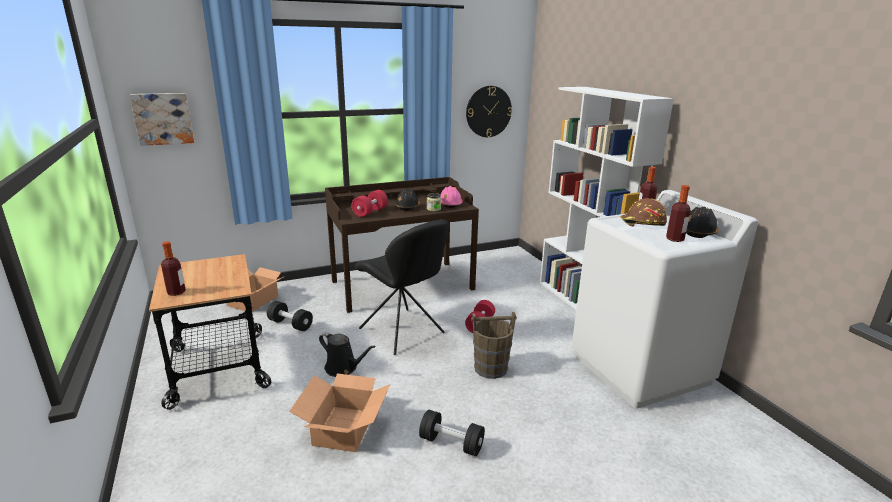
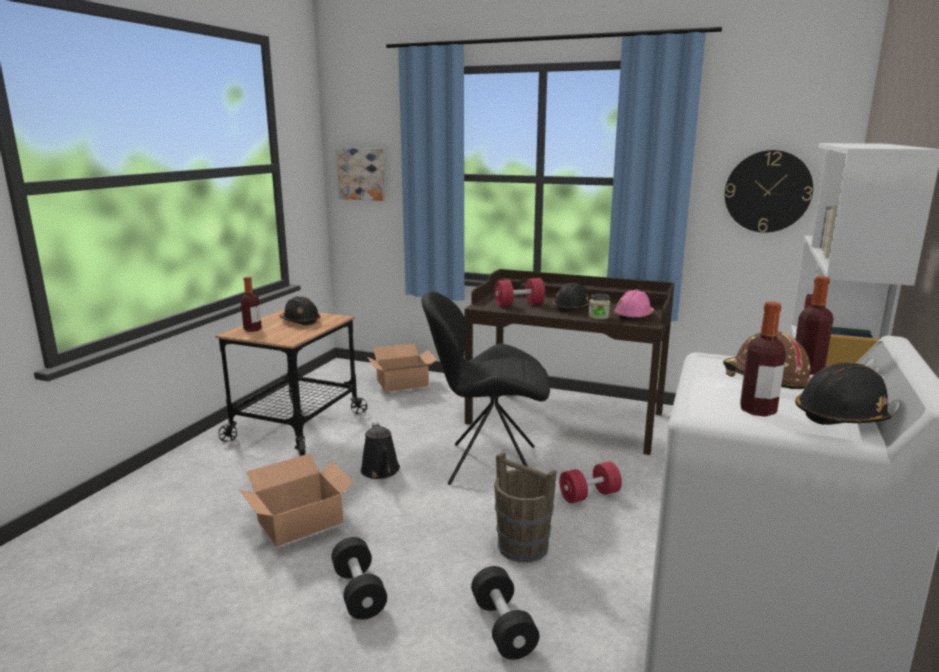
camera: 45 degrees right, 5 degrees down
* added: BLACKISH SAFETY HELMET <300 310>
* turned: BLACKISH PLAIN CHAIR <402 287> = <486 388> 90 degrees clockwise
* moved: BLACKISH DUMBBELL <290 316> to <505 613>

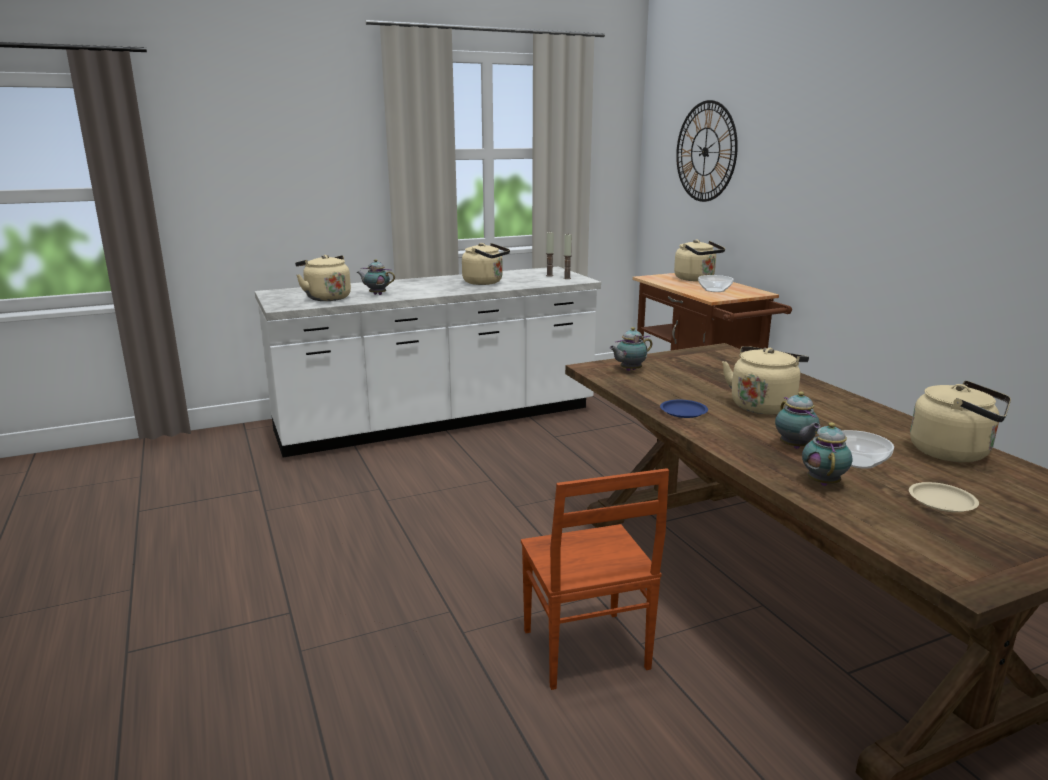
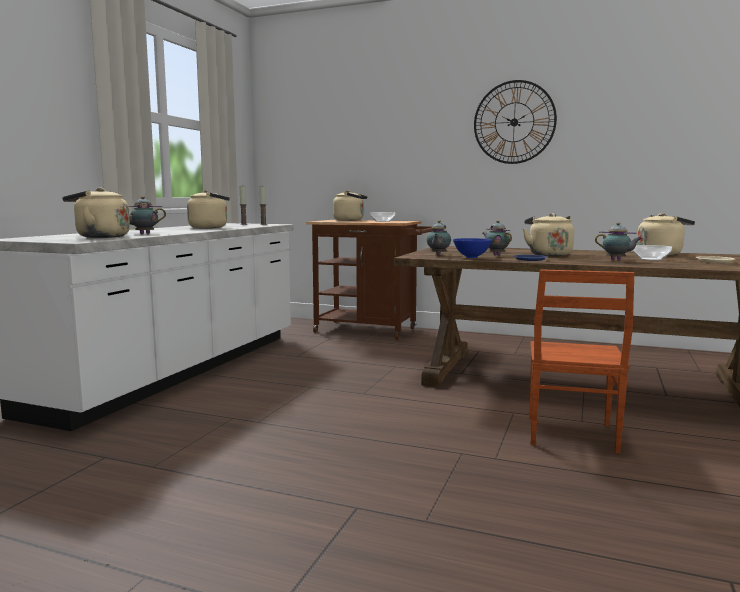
camera: 45 degrees left, 10 degrees down
* added: BLUE-COLOURED BOWL <472 248>
* moved: CLOCK ON THE WALL <707 151> to <515 122>
* moved: TEA POT <827 454> to <497 237>
* turned: BROWNISH PLAIN CHAIR <595 579> = <582 361> 75 degrees clockwise

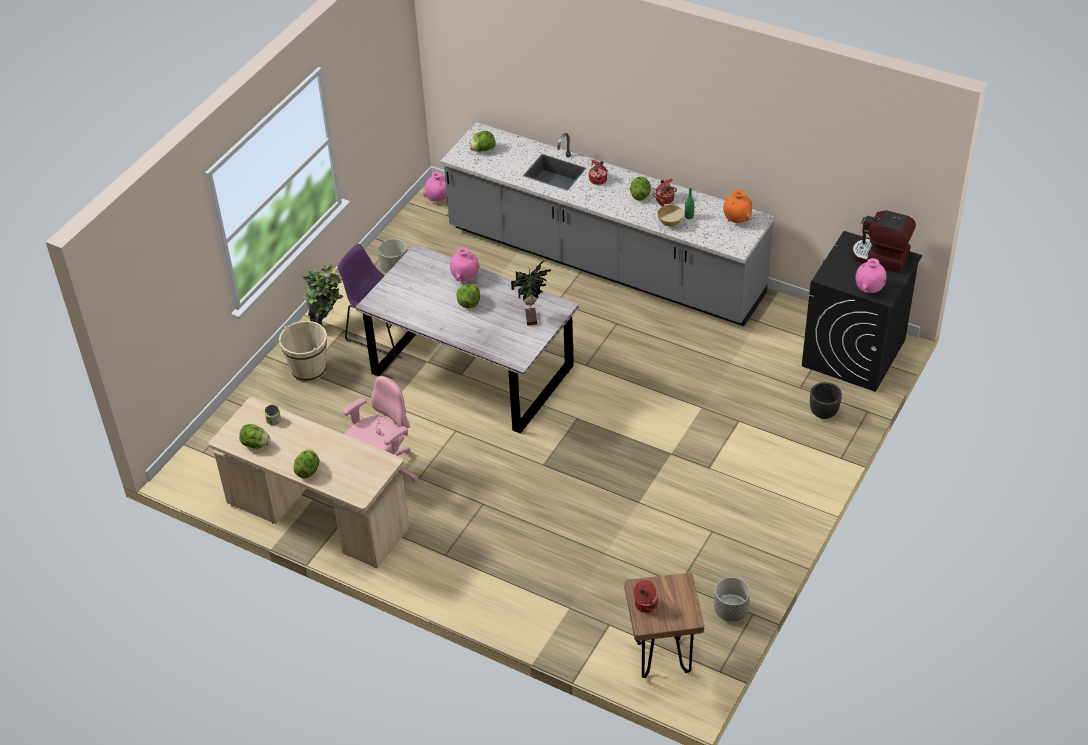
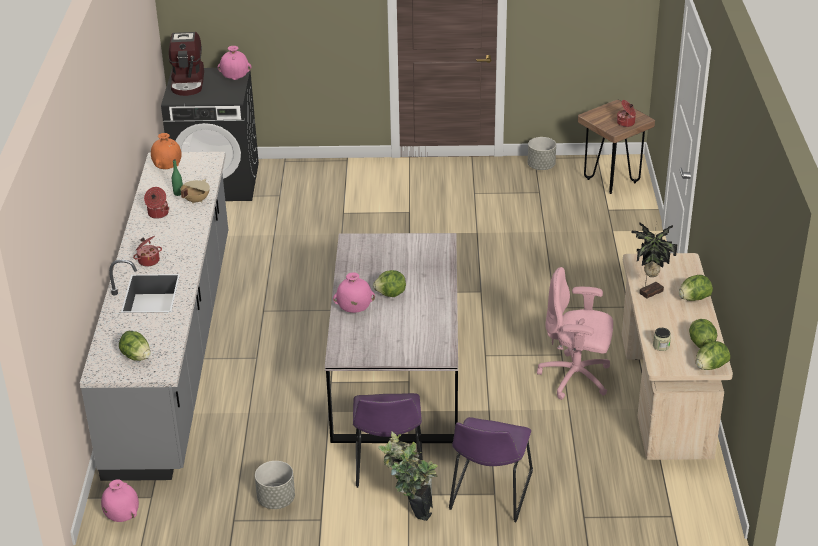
camera: 120 degrees left, 10 degrees down
* replaced: SAND-COLOURED PAIL <303 351> to PURPLE-COLOURED PLAIN CHAIR <491 469>
* moved: POTTED PLANT <531 293> to <654 260>
* moved: LETTUCE <640 189> to <713 355>
* removed: BLACKISH PLANT POT <826 400>

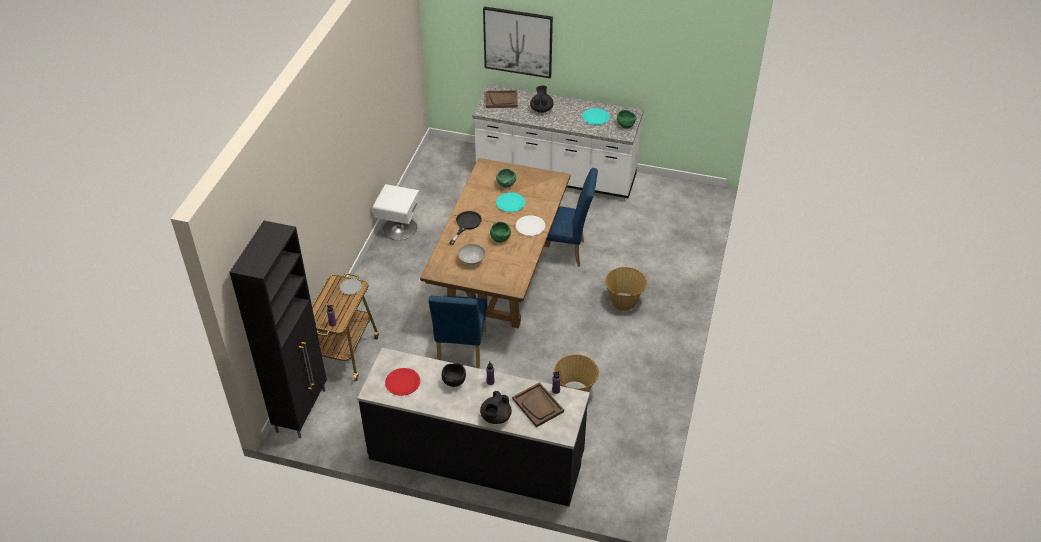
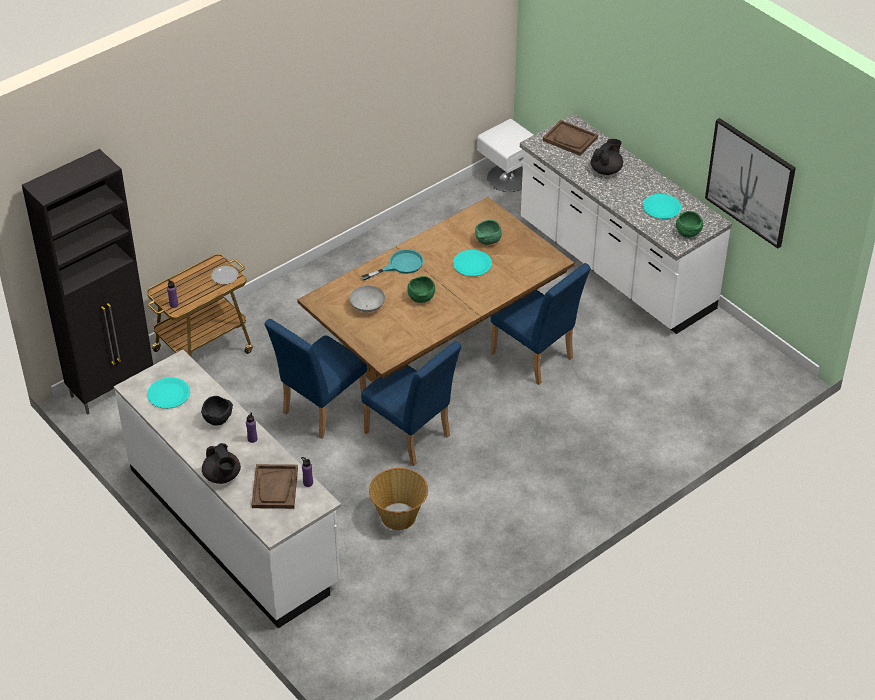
camera: 35 degrees right, 0 degrees up
* recoloured: BLACKISH KITCHEN COUNTER <473 427> to WHITISH KITCHEN COUNTER <227 488>
* recoloured: REDDISH DINNER PLATE <402 382> to BLUE-GREEN DINNER PLATE <168 393>
* turned: BLACKISH TEA POT <496 407> = <221 463> 90 degrees counterclockwise
* recoloured: BLACKISH PAN <465 228> to BLUE-GREEN PAN <392 264>
* added: BLUE-COLOURED PLAIN CHAIR <411 403>
* moved: WHITISH NIGHT TABLE <396 212> to <505 155>
* moved: WALL PICTURE <518 42> to <750 183>
* removed: WHITISH DINNER PLATE <530 225>
* removed: BASKET <626 289>

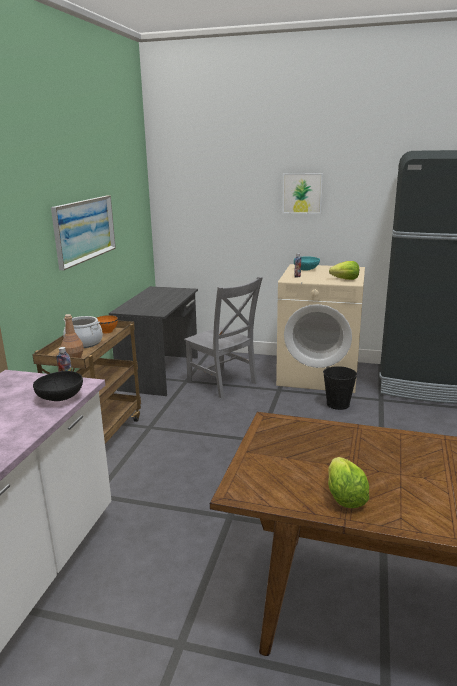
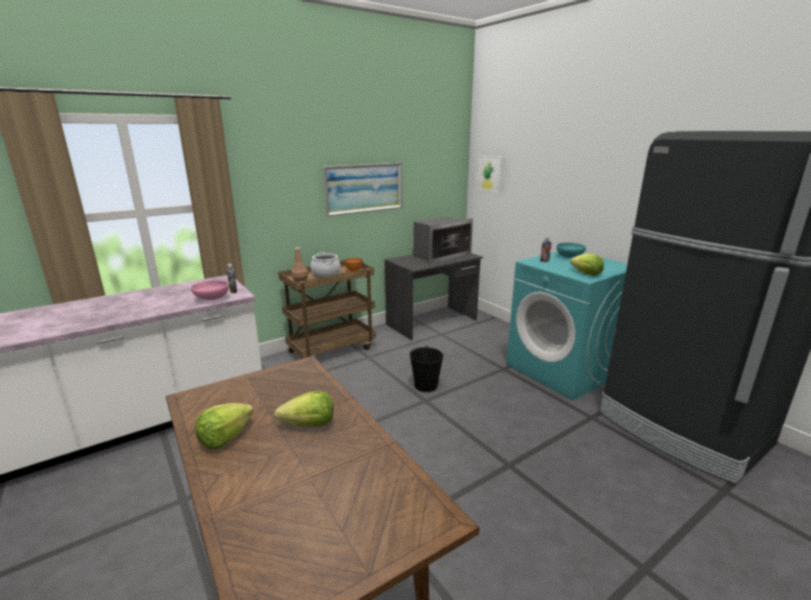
camera: 40 degrees right, 0 degrees up
* recoloured: BLACKISH BOWL <58 386> to PINK BOWL <210 290>
* added: LETTUCE <304 409>
* moved: BLACKISH PAIL <340 388> to <426 369>
* added: MICROWAVE <443 240>
* moved: WALL PICTURE <303 193> to <489 173>
* recoloured: SAND-COLOURED LAUNDRY MACHINE <320 328> to BLUE-GREEN LAUNDRY MACHINE <566 326>
* removed: GREYISH PLAIN CHAIR <223 338>

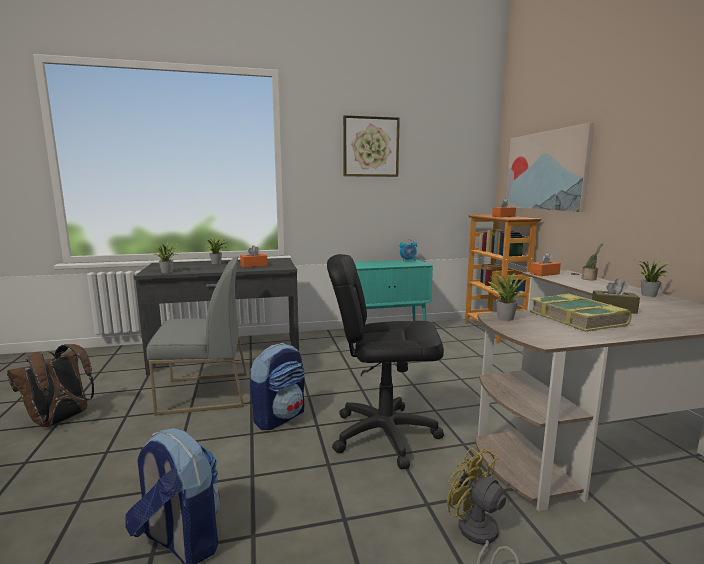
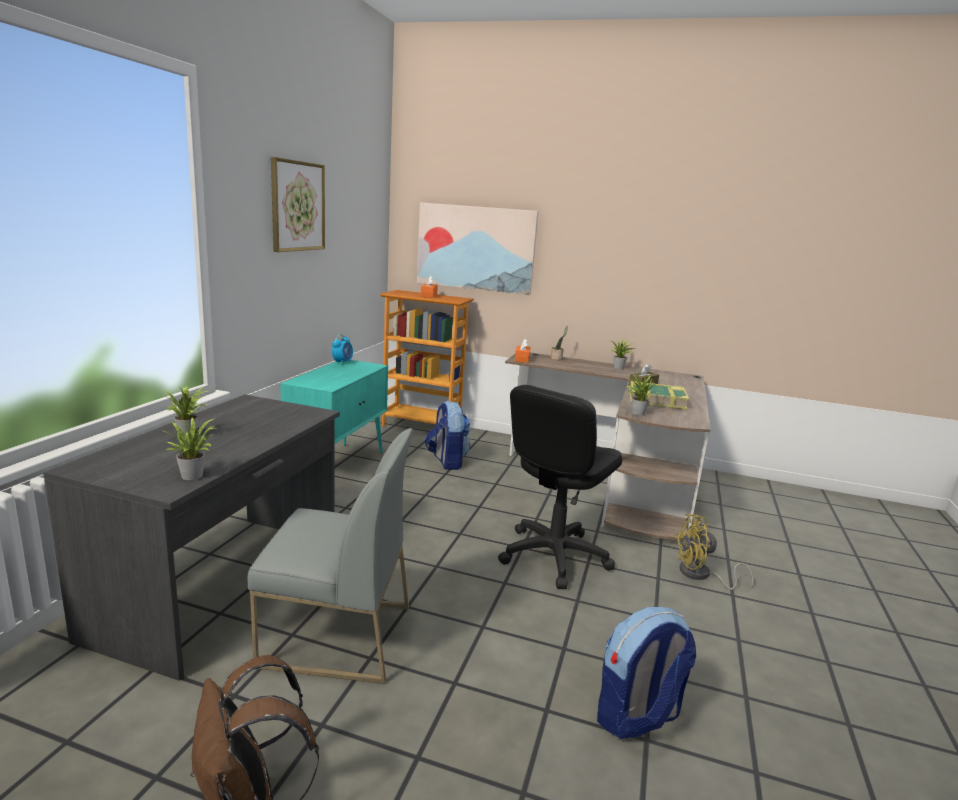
camera: 60 degrees left, 5 degrees up
* turned: GREYISH PLAIN CHAIR <196 336> = <330 556> 75 degrees clockwise
* moved: KNAPSACK <277 386> to <447 435>
* removed: ORANGEY TISSUE BOX <254 256>

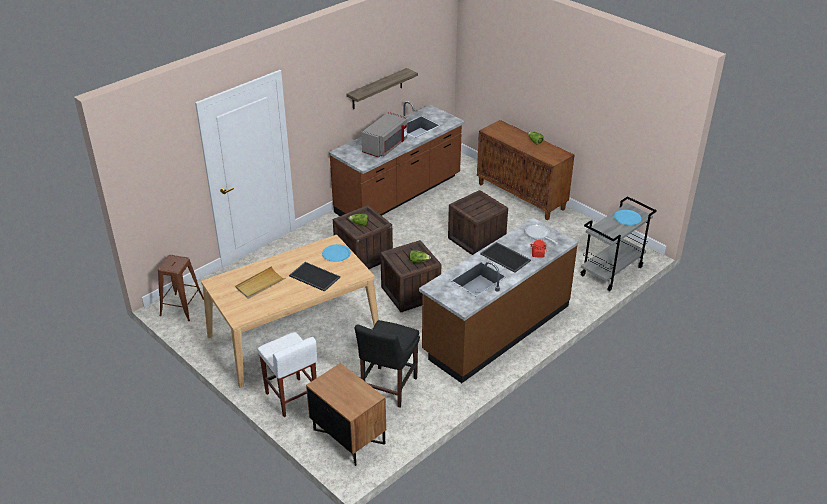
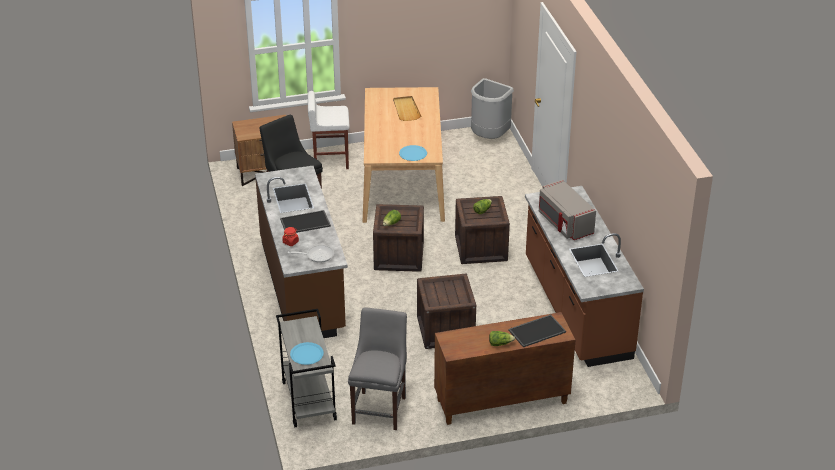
camera: 120 degrees right, 0 degrees up
* added: GREYISH PLAIN CHAIR <377 368>
* replaced: BROWNISH STOOL SEAT <181 288> to GREYISH RUBBISH BIN <492 108>
* moved: SERVING TRAY <314 277> to <537 331>
* removed: BRACKET SHELF <382 88>

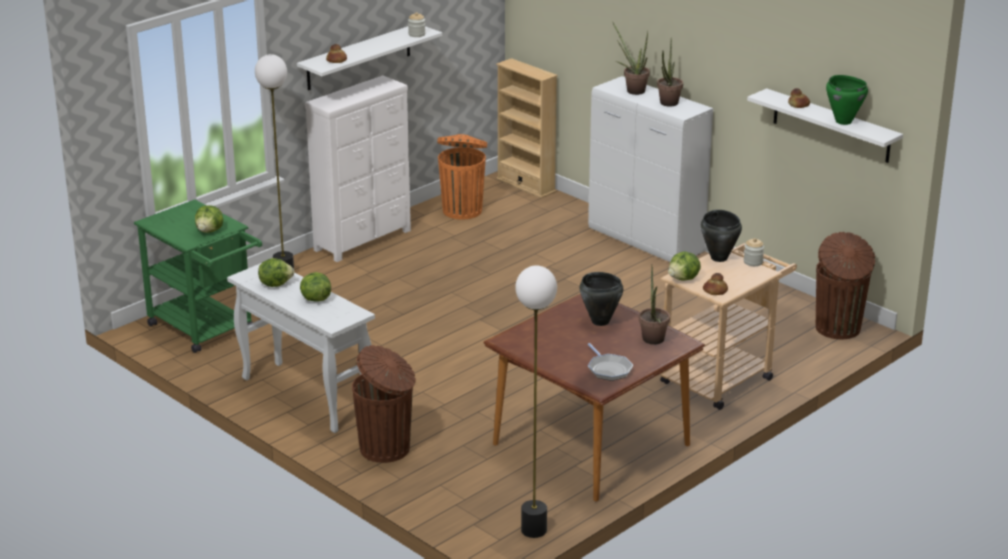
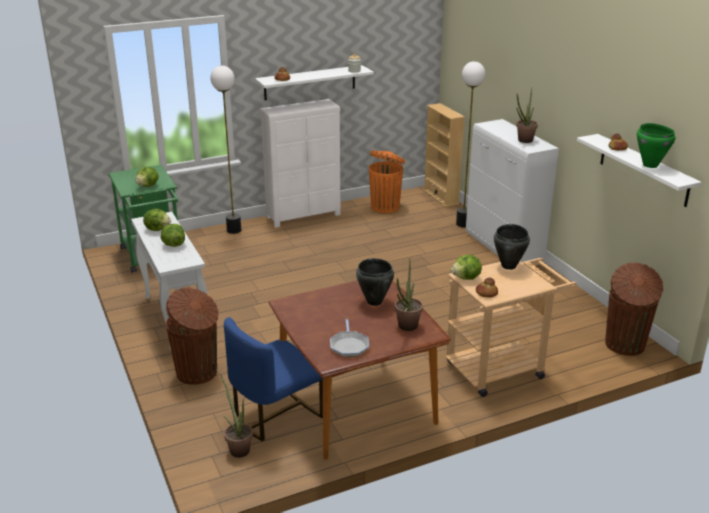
camera: 20 degrees right, 0 degrees up
* moved: POTTED PLANT <631 58> to <237 416>
* added: BLUE-COLOURED PLAIN CHAIR <273 379>
* moved: FLOOR LAMP <536 401> to <470 144>
* removed: JAR <754 252>

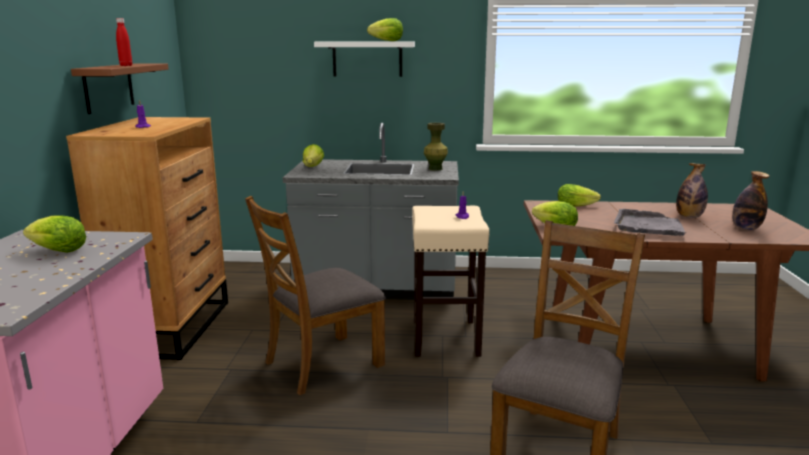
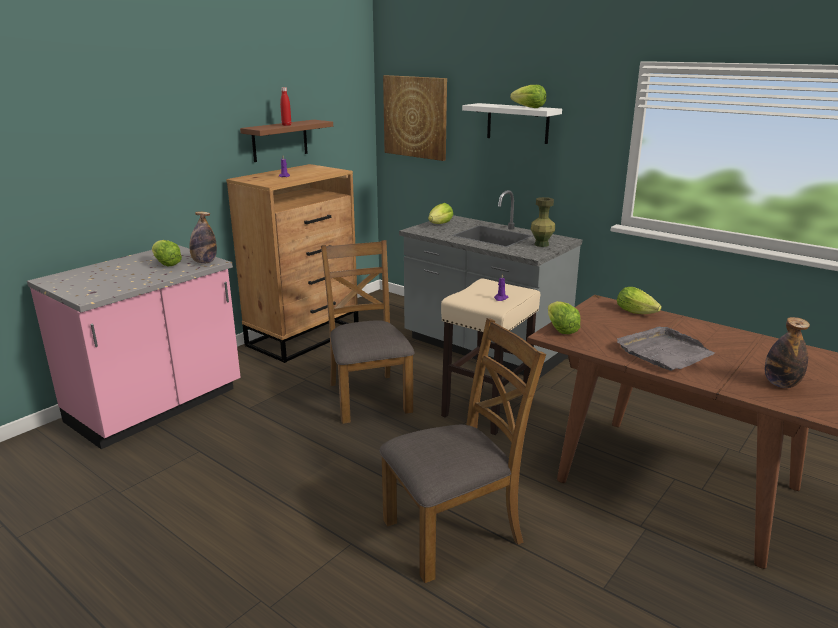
camera: 35 degrees right, 5 degrees up
* moved: BOTTLE <692 190> to <203 238>
* turned: BROWNISH PLAIN CHAIR <315 295> = <367 332> 75 degrees clockwise
* added: WALL PICTURE <415 118>

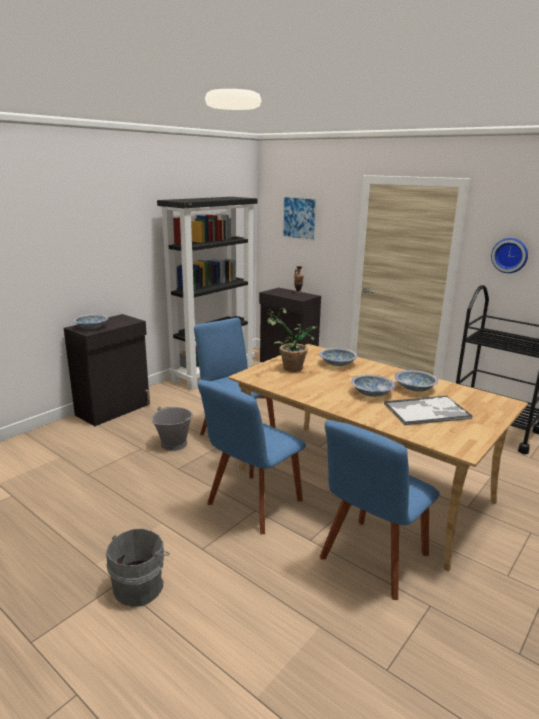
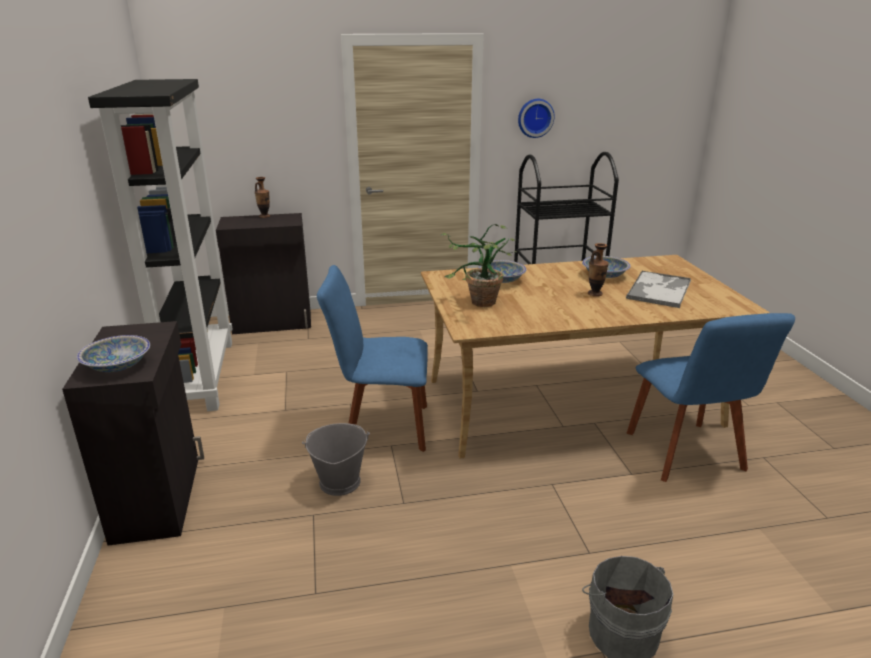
camera: 50 degrees left, 5 degrees up
* replaced: BOWL <373 386> to FLOWER VASE <598 270>
* removed: BLUE-COLOURED PLAIN CHAIR <251 457>
* removed: WALL PICTURE <299 218>

